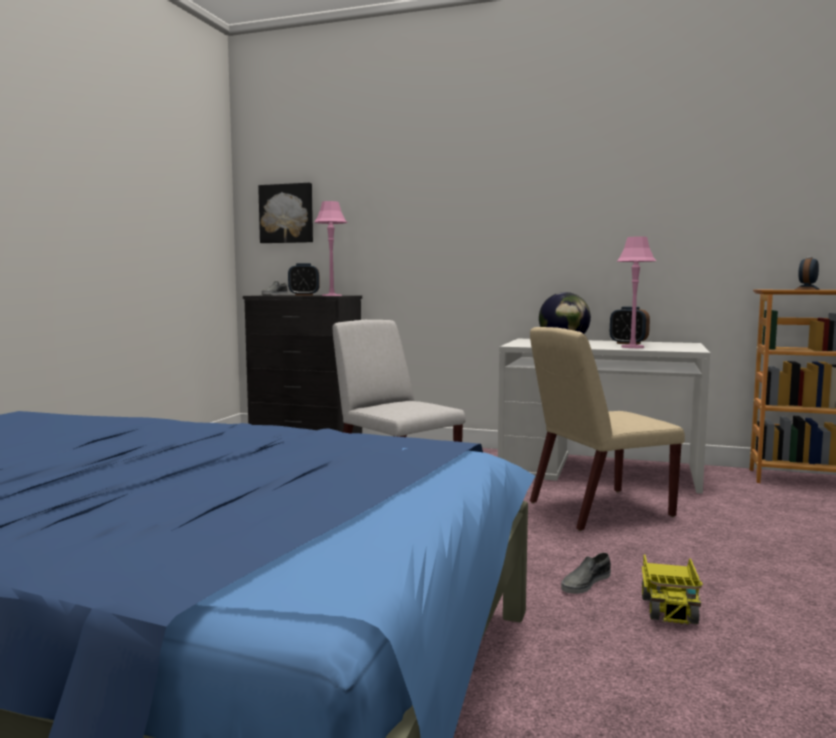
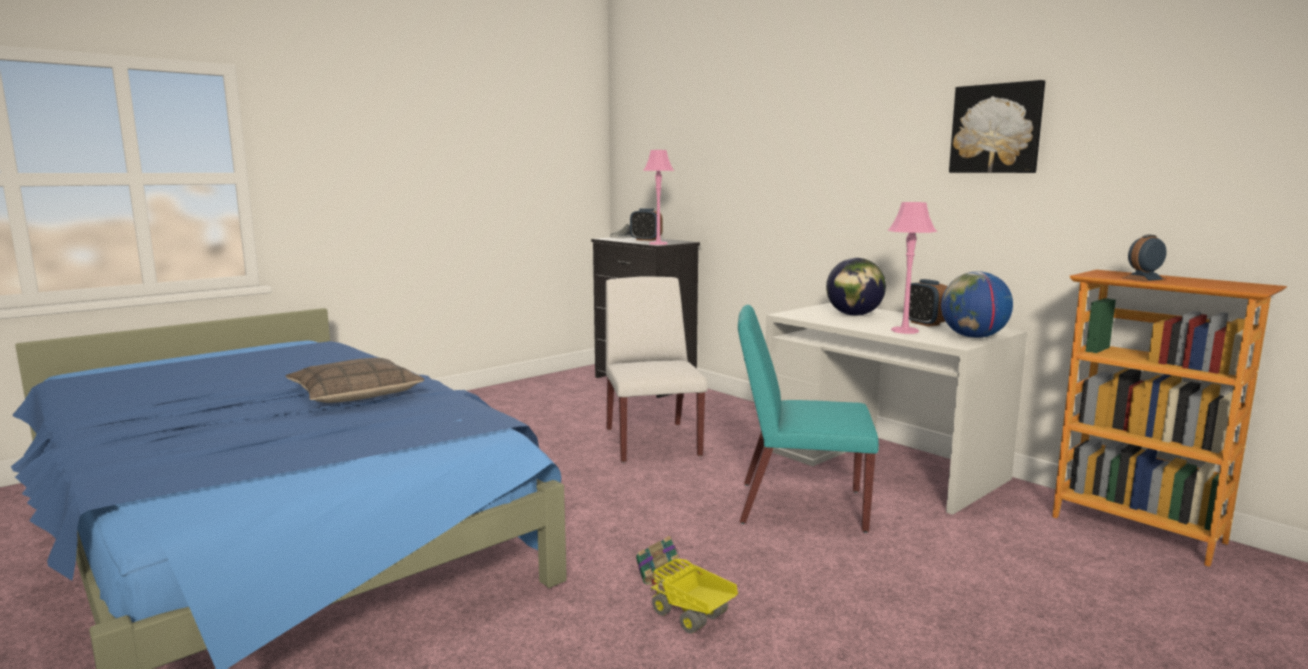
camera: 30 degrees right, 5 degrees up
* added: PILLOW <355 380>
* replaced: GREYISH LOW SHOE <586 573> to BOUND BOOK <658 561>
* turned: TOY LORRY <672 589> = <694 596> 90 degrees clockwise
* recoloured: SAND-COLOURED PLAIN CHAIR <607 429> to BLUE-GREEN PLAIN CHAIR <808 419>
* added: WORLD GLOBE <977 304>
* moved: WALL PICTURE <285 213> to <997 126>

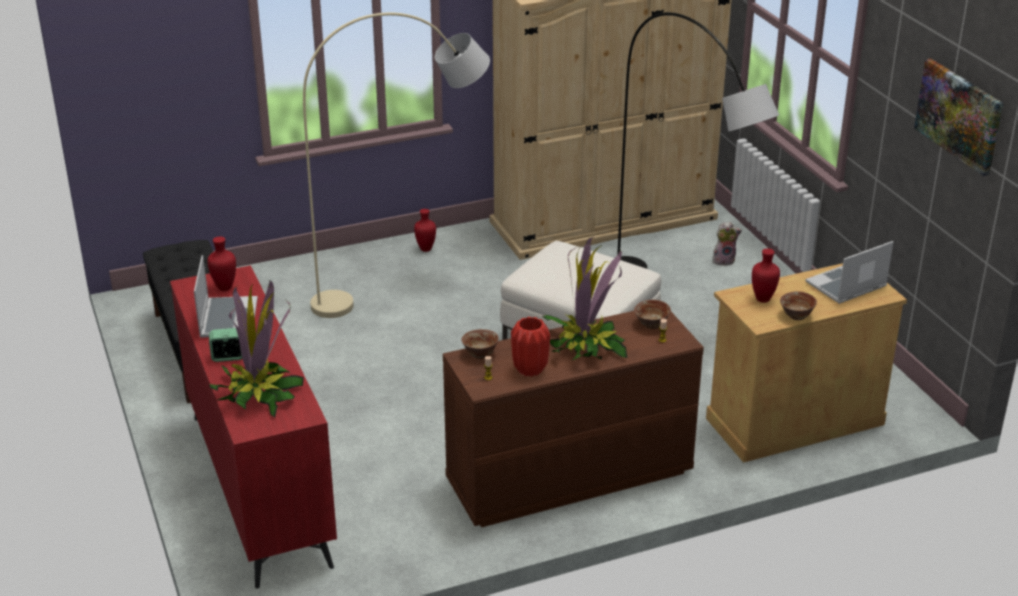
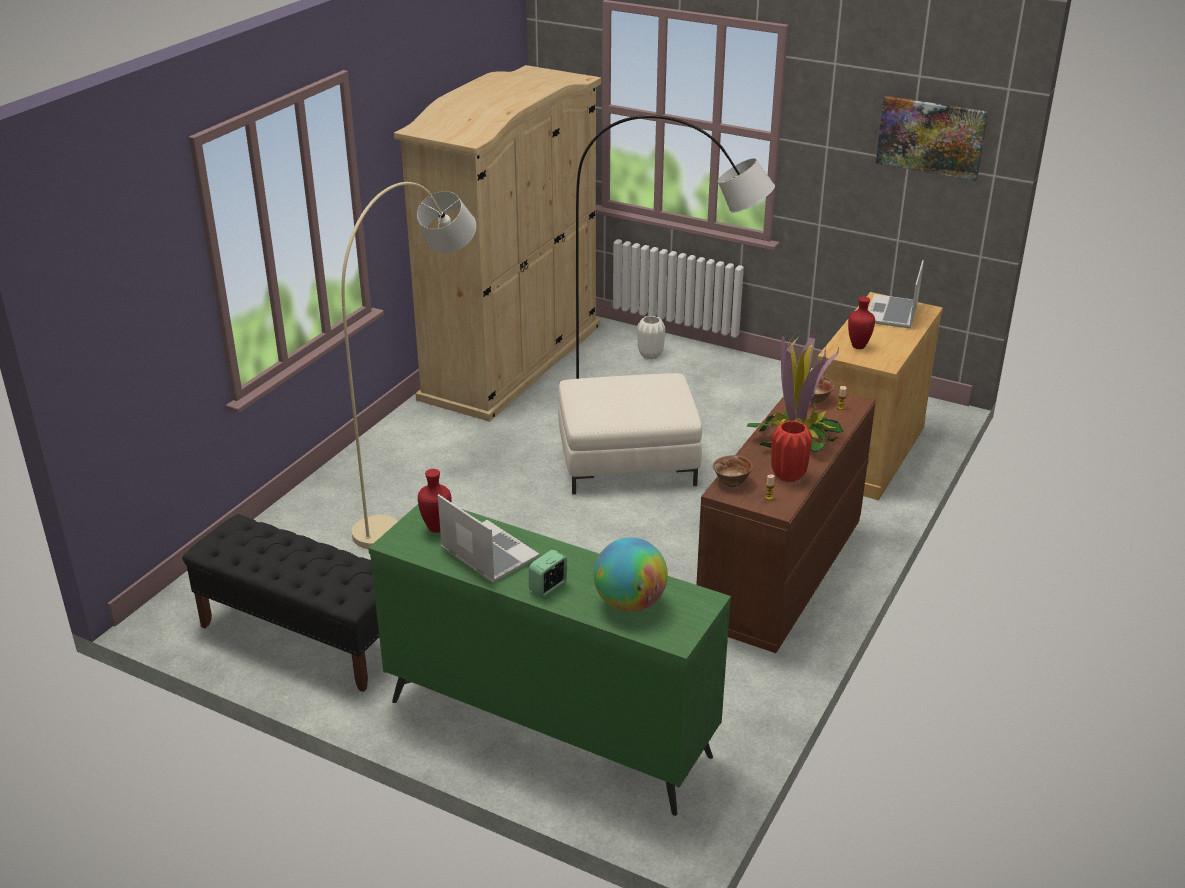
camera: 40 degrees left, 0 degrees up
* recoloured: REDDISH CHEST OF DRAWERS <253 427> to GREEN CHEST OF DRAWERS <549 660>
* replaced: POTTED PLANT <256 349> to WORLD GLOBE <631 574>
* replaced: PLUSH TOY <727 244> to WHITISH FLOWER VASE <651 337>
* removed: REDDISH FLOWER VASE <425 230>
* removed: BOWL <798 305>

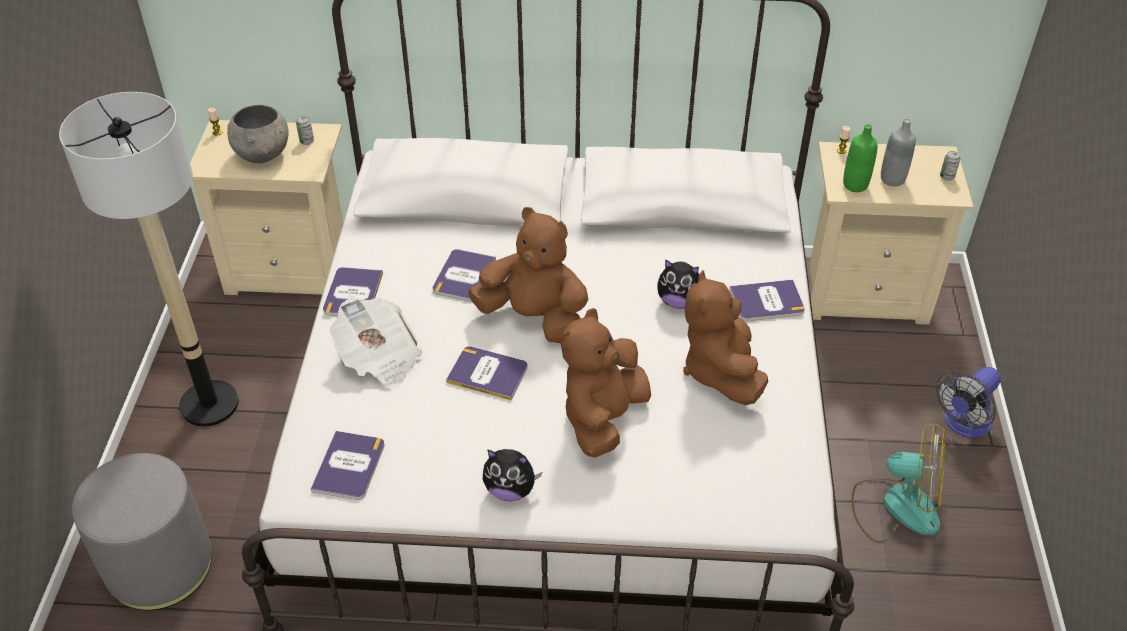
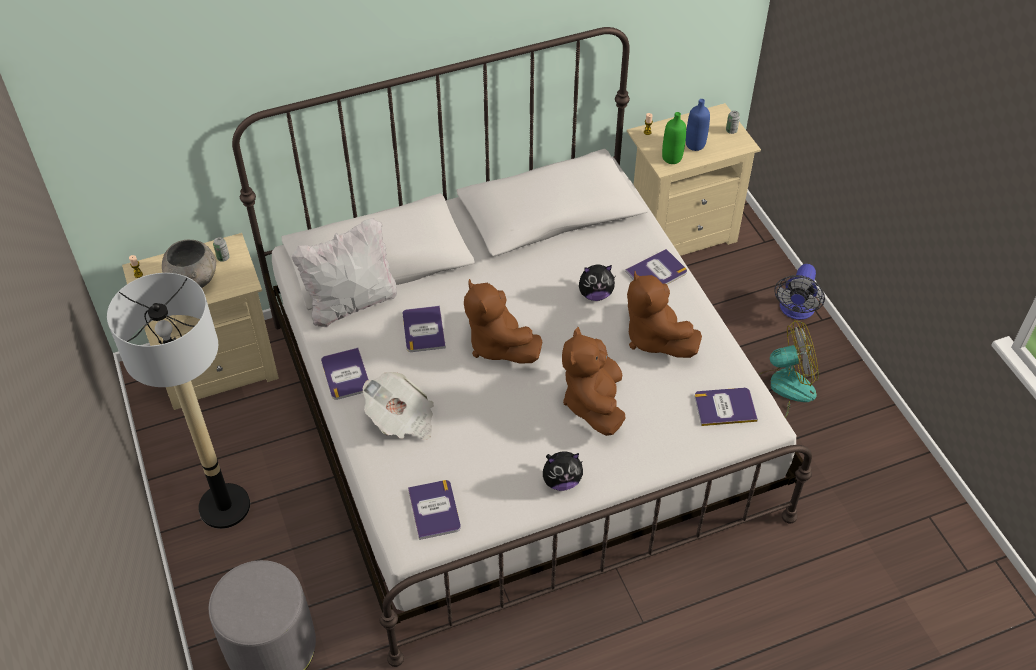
camera: 25 degrees left, 5 degrees up
* added: WHITISH PILLOW <344 273>
* turned: BROWNISH PLUSH TOY <528 275> = <503 321> 120 degrees counterclockwise
* recoloured: GREYISH BOTTLE <898 152> to BLUE-COLOURED BOTTLE <698 125>
* moved: BOUND BOOK <487 373> to <726 407>

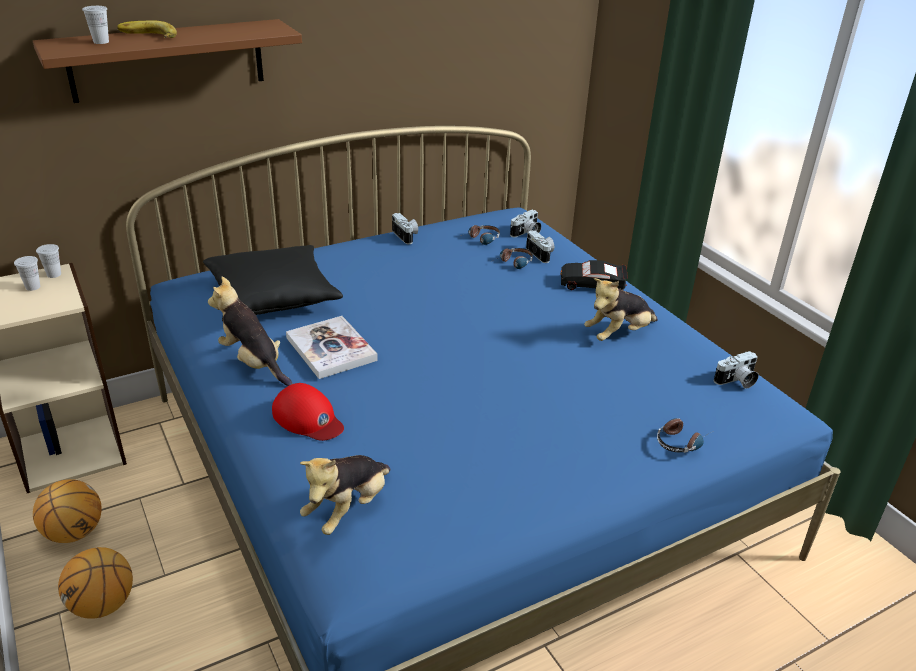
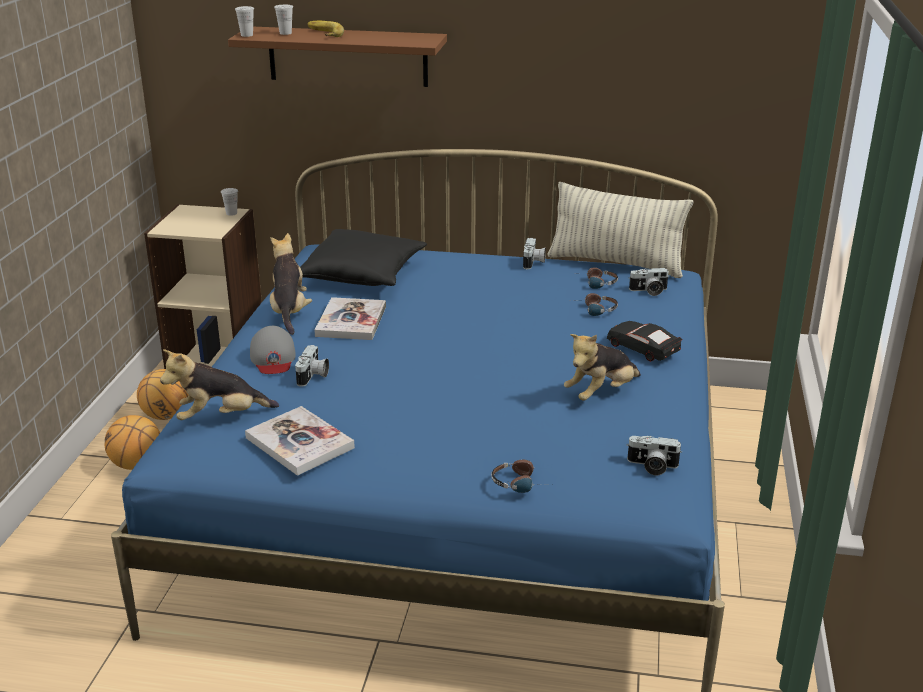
camera: 40 degrees right, 5 degrees down
* moved: WHITISH SMALL CUP <27 273> to <244 21>
* added: BOUND BOOK <300 441>
* recoloured: REDDISH PEAKED CAP <308 412> to GREYISH PEAKED CAP <273 350>
* moved: PHOTO CAMERA <540 246> to <312 366>
* added: PILLOW <620 230>
* turned: PLUSH TOY <621 309> = <602 367> 45 degrees counterclockwise

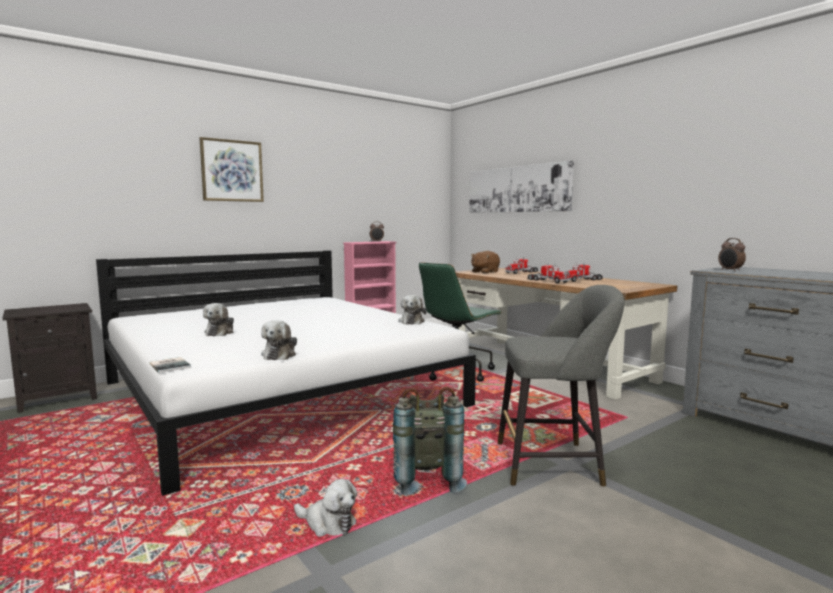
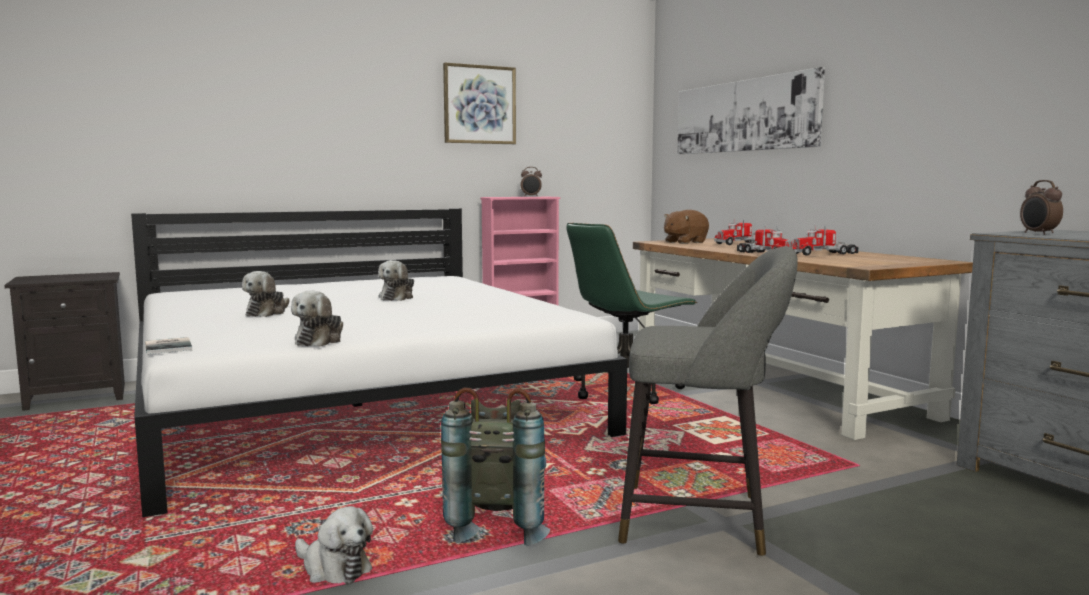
camera: 10 degrees right, 0 degrees up
* moved: PLUSH TOY <412 310> to <396 280>
* moved: WALL PICTURE <232 169> to <479 103>

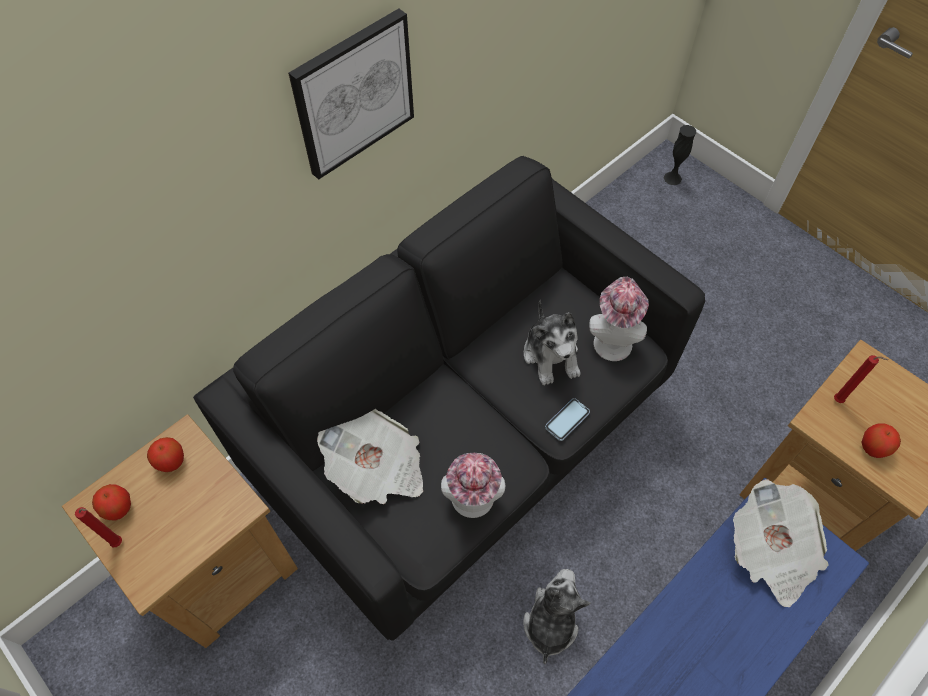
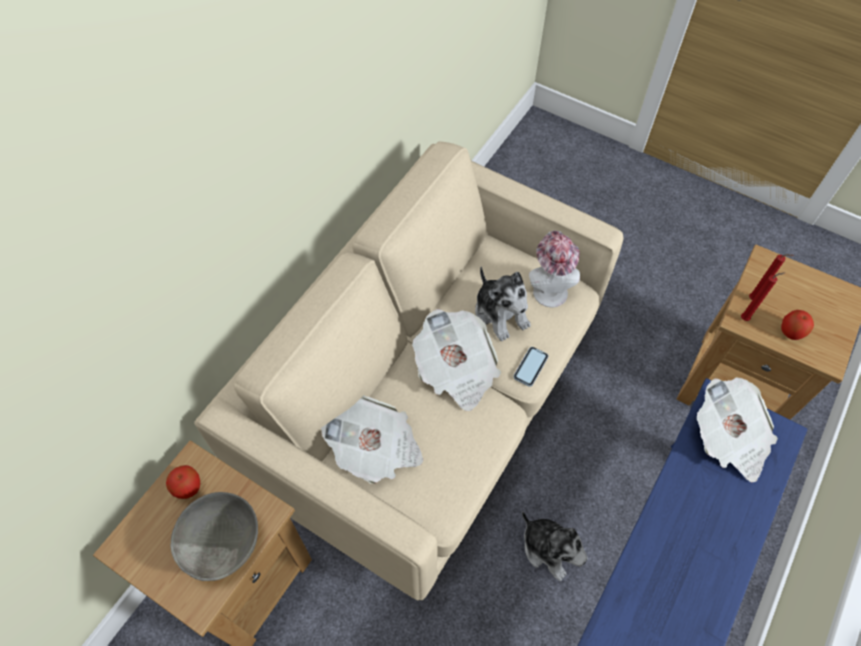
camera: 15 degrees left, 0 degrees up
* added: GREYISH BOWL <214 536>
* recoloured: BLACKISH SETTEE <449 398> to SAND-COLOURED SETTEE <409 371>
* added: PRINTED PAPER <456 360>
* turned: PLUSH TOY <556 616> = <555 546> 135 degrees clockwise
* moved: REDDISH CANDLE <98 527> to <763 296>
* removed: APPLE FRUIT <111 502>
* removed: WALL PICTURE <351 94>
* removed: WEARABLE HAT <473 485>
* removed: BLACKISH FLOWER VASE <679 155>

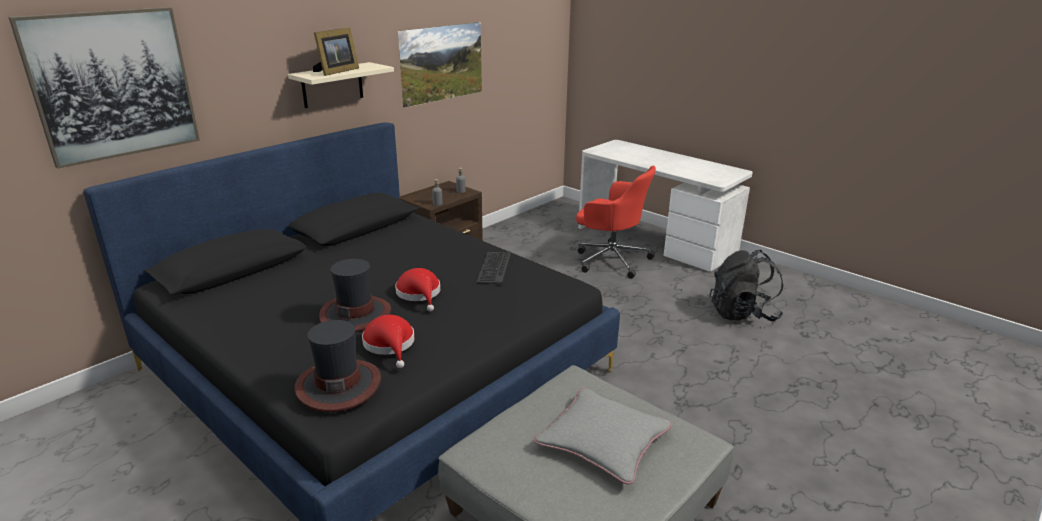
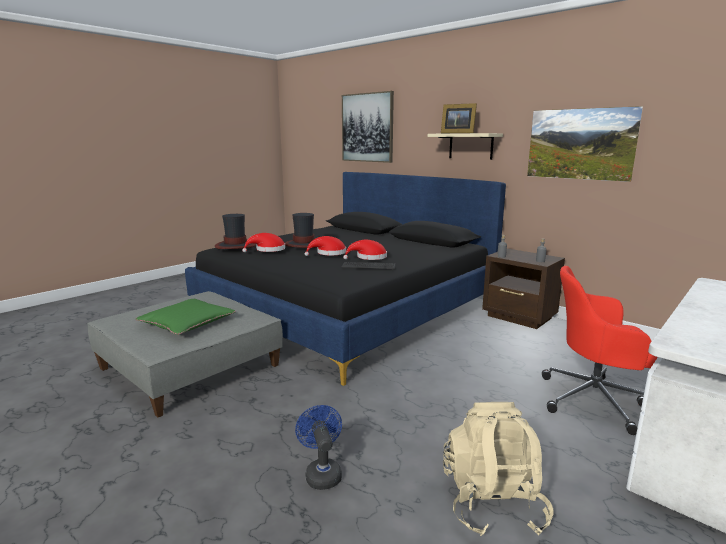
camera: 90 degrees right, 10 degrees down
* recoloured: GREYISH PILLOW <602 436> to GREEN PILLOW <185 317>
* added: BLUE-COLOURED ELECTRIC FAN <318 447>
* added: REDDISH WEARABLE HAT <365 250>
* recoloured: BLACKISH KNAPSACK <746 285> to SAND-COLOURED KNAPSACK <498 469>
* turned: REDDISH OFFICE CHAIR <616 222> = <600 350> 75 degrees clockwise

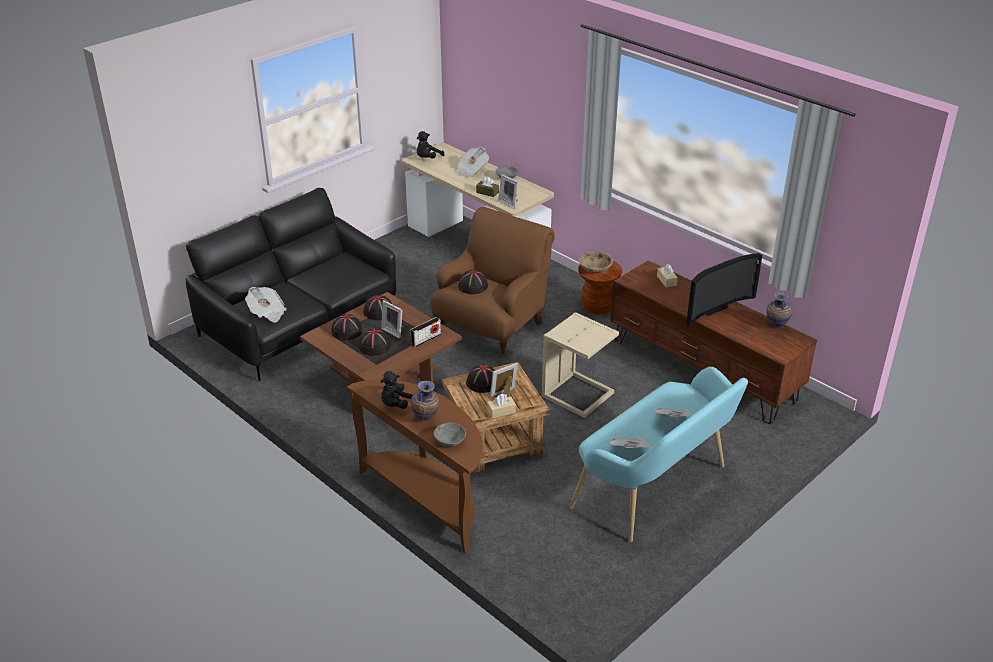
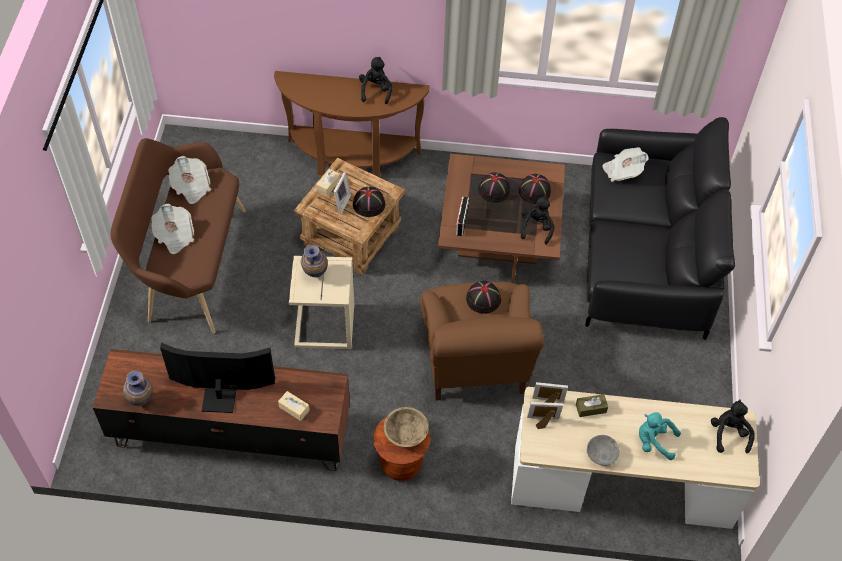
camera: 140 degrees right, 20 degrees up
* recoloured: BLUE-GREEN INDOOR BENCH <658 454> to BROWNISH INDOOR BENCH <177 236>
* turned: TV SET <724 289> = <217 378> 75 degrees clockwise
* moved: FLOWER VASE <425 401> to <314 261>
* replaced: BLACKISH WEARABLE HAT <377 307> to BLACKISH PLUSH TOY <538 220>
* moved: PICTURE FRAME <392 319> to <545 415>
* replaced: PRINTED PAPER <472 162> to BLUE-GREEN PLUSH TOY <660 436>
* removed: GREYISH BOWL <450 435>

